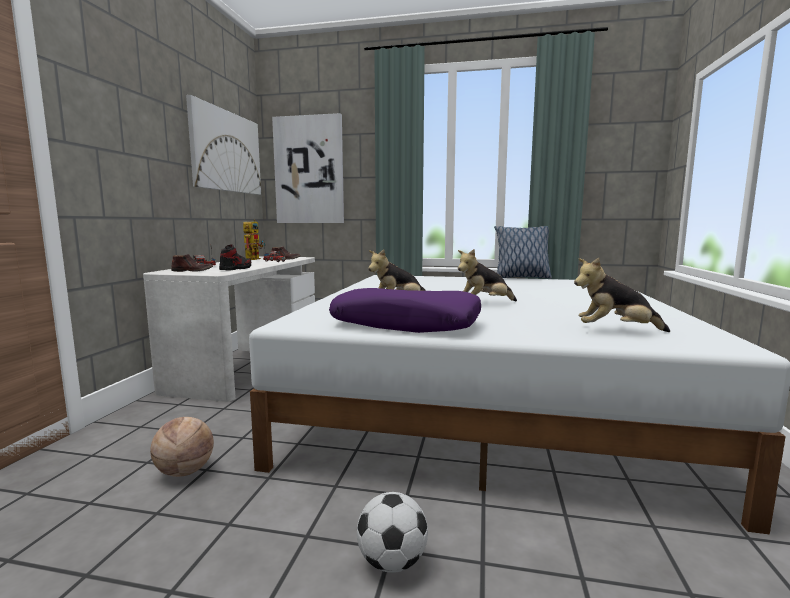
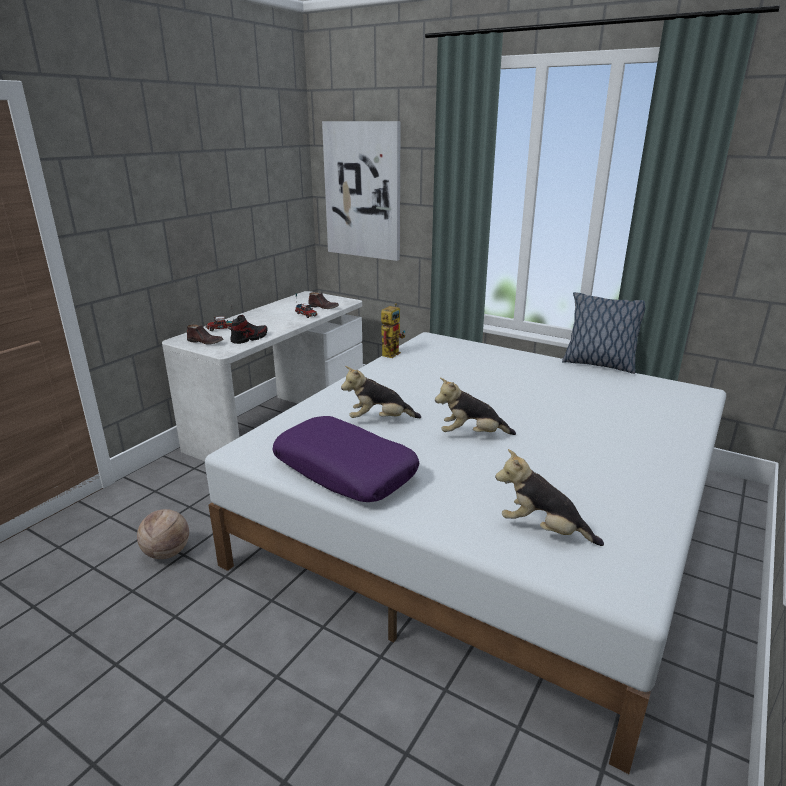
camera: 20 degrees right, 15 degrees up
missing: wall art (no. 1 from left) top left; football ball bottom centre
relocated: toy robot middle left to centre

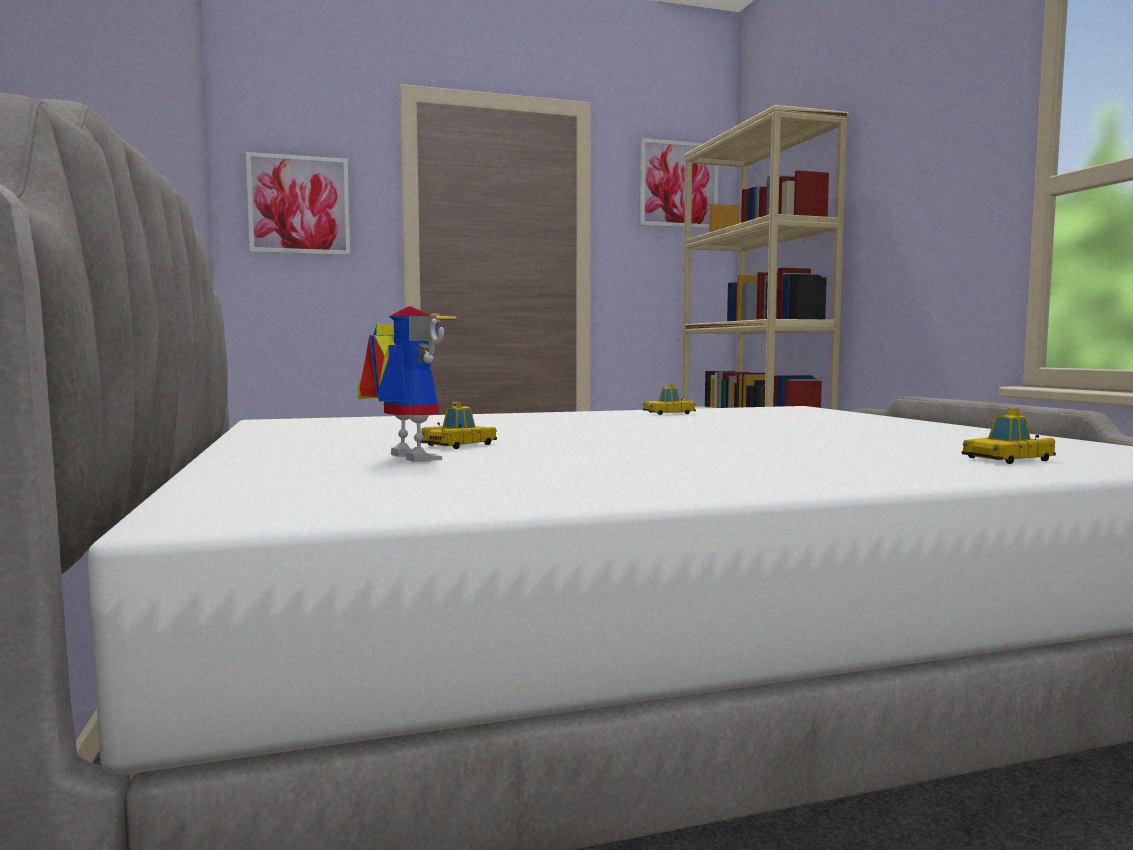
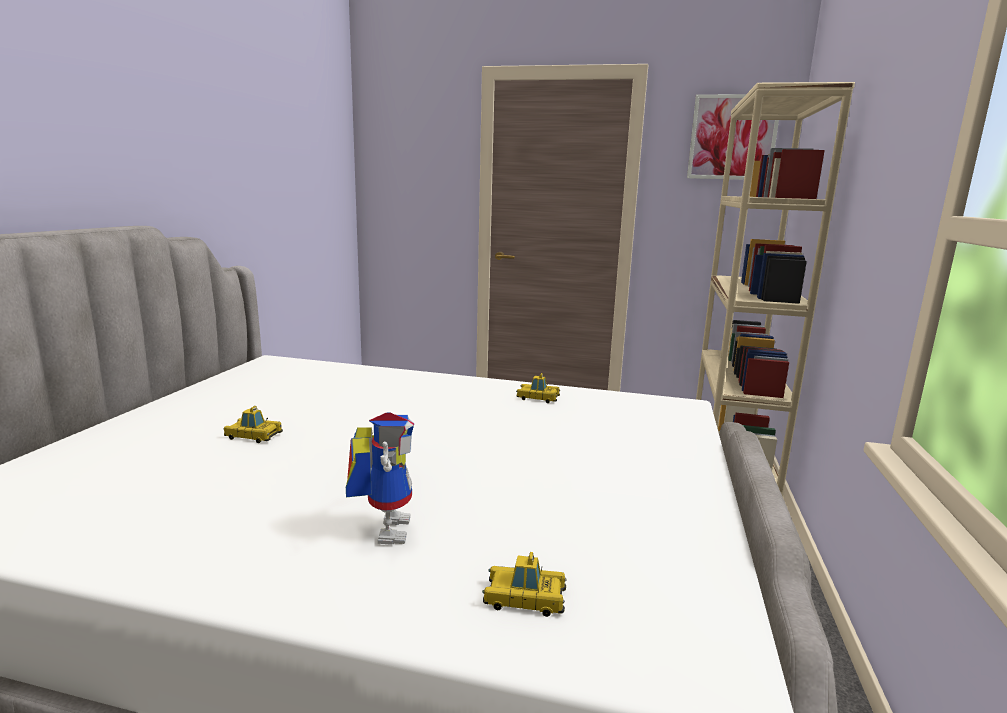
camera: 30 degrees right, 10 degrees up
missing: wall art (no. 1 from left) top left
relocated: toy robot centre to bottom centre
spun: miniature car (no. 1 from left) centre = middle left 150 degrees counterclockwise

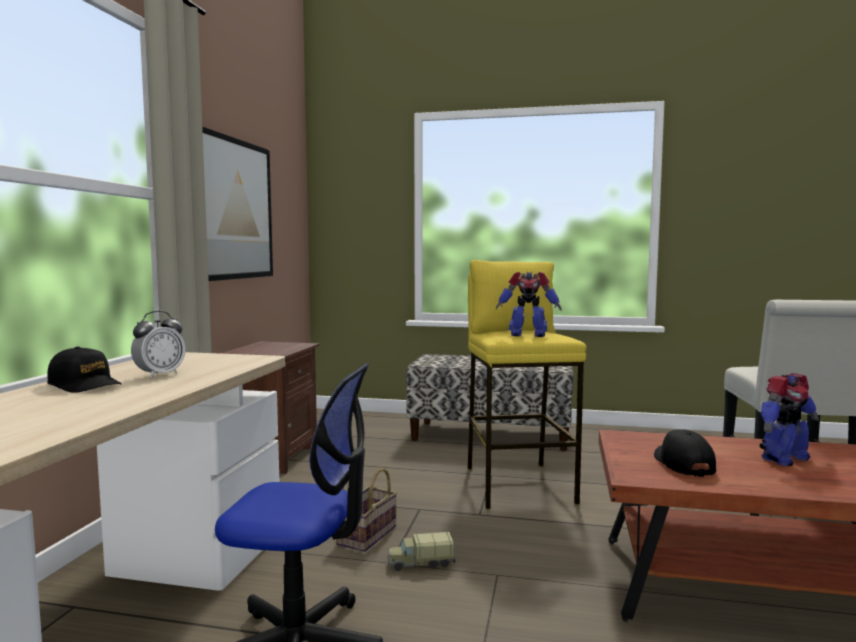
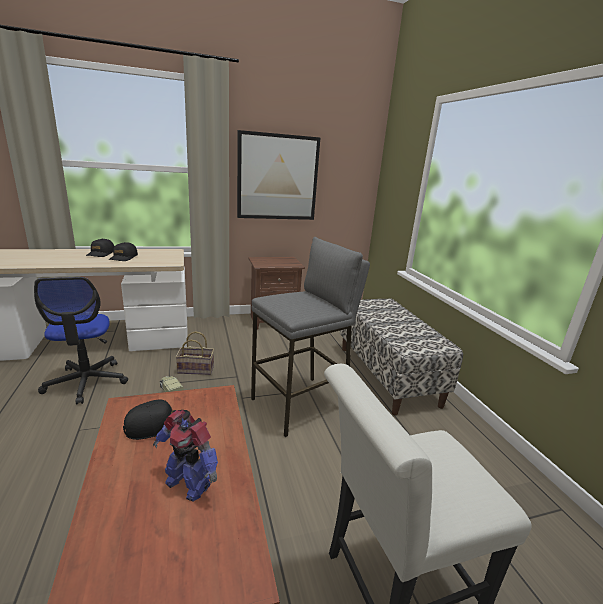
camera: 60 degrees right, 15 degrees up
missing: toy robot (no. 1 from left) centre
exchanged: alarm clock middle left to cap (blackish) (no. 2 from left) middle left
colour: sitting stool (yellow-coloured) centre to sitting stool (grey) centre

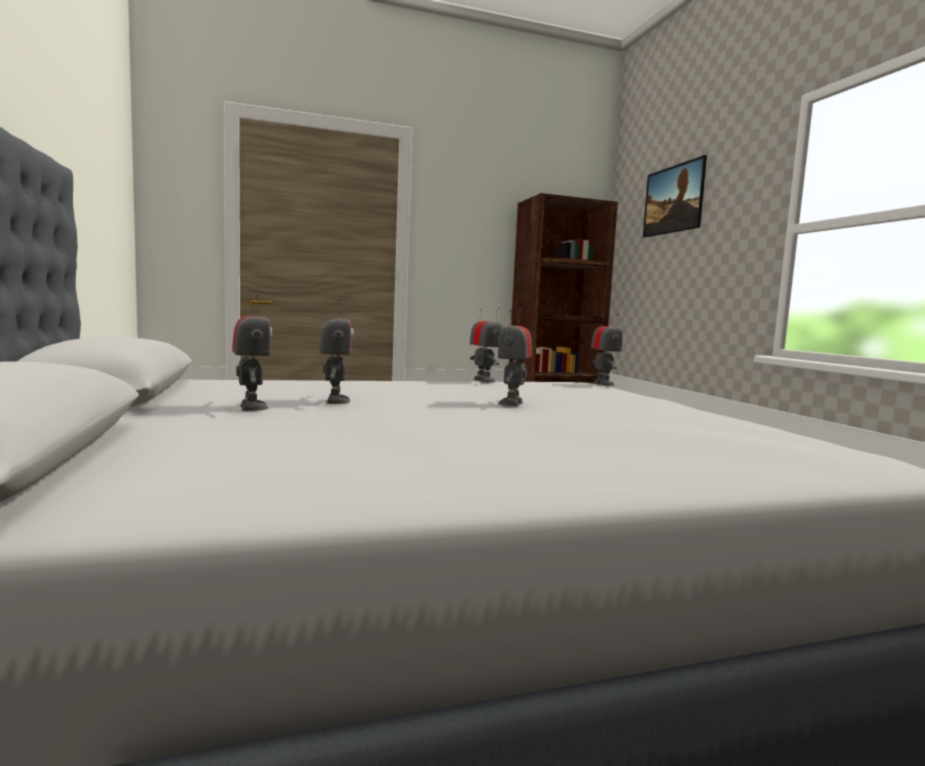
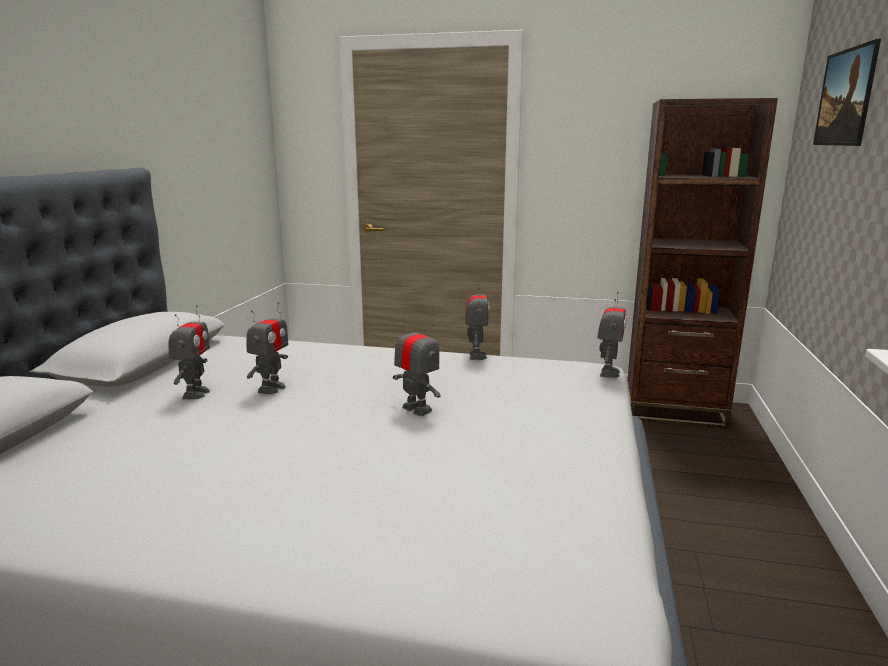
camera: 30 degrees right, 10 degrees up
spun: toy robot (no. 4 from left in the first image) centre = centre 90 degrees clockwise

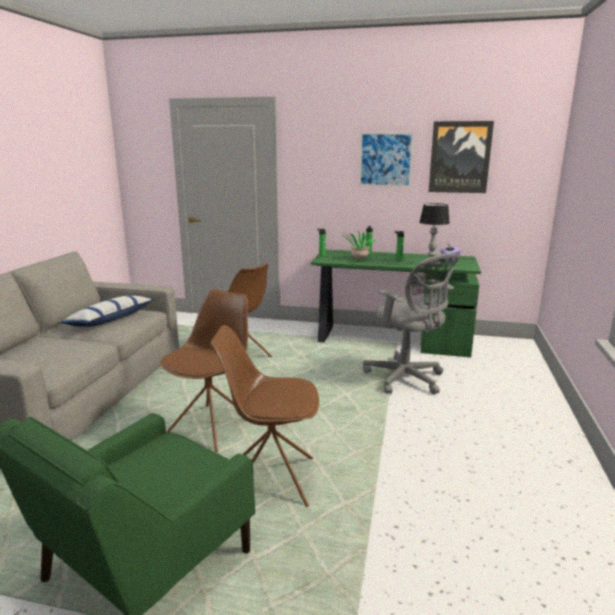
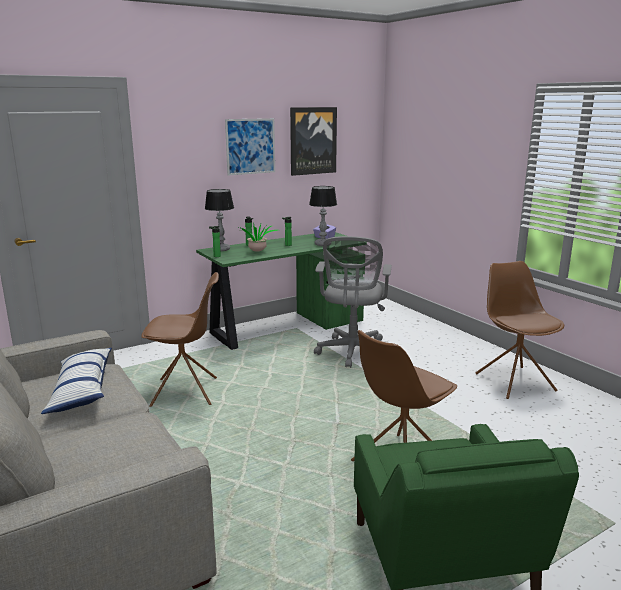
camera: 45 degrees left, 0 degrees up
appeared: lamp for a table (no. 1 from left) centre
relocated: plain chair (brown-coloured) (no. 1 from left in the first image) middle left to plain chair (brown-coloured) (no. 3 from left) middle right
spun: computer chair (grey) middle right = centre 90 degrees clockwise

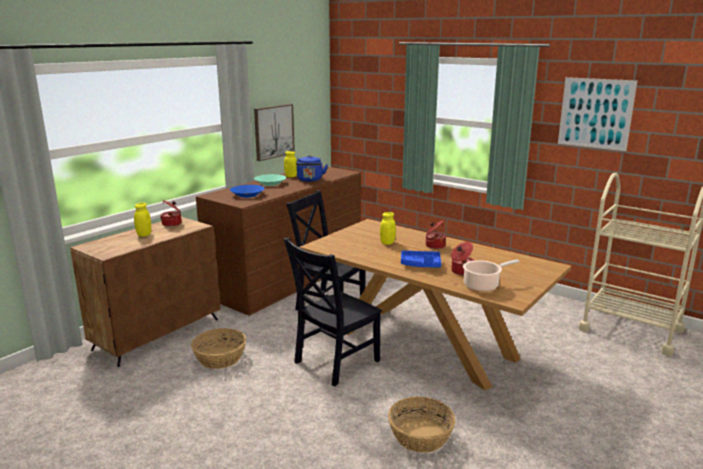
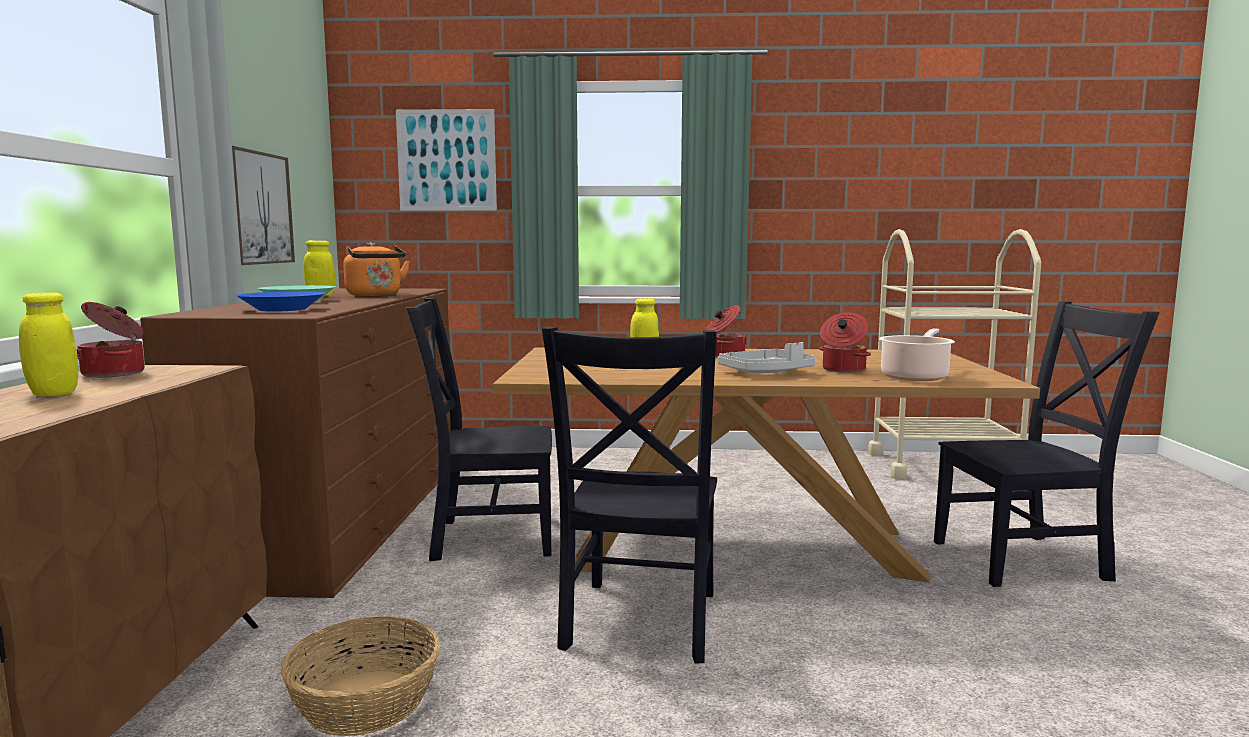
camera: 35 degrees left, 10 degrees down
missing: storage basket (no. 2 from left) bottom centre
appeared: plain chair (blackish) (no. 3 from left) middle right
relocated: wall art (no. 2 from left) top right to top centre
colour: kettle (blue) centre to kettle (orange) middle left; carrying tray (blue) centre to carrying tray (grey) centre

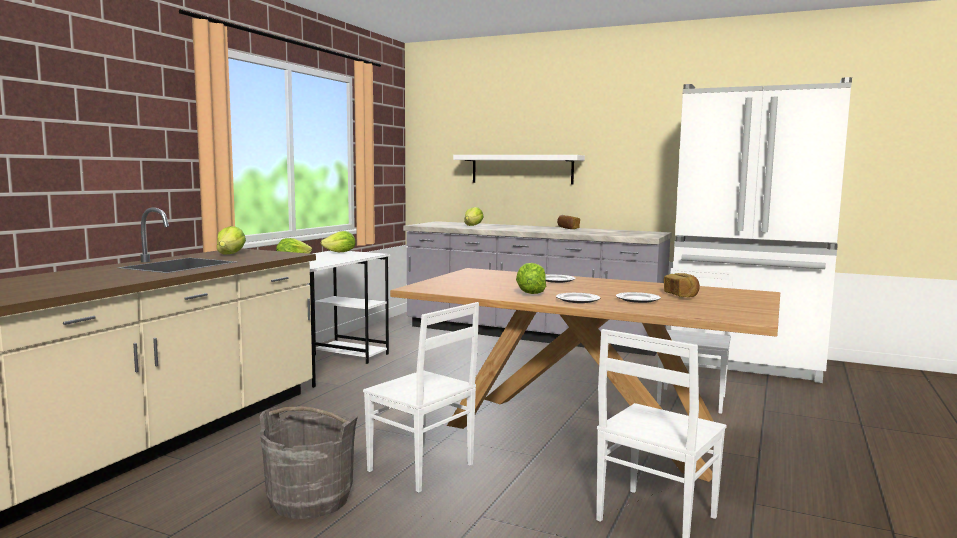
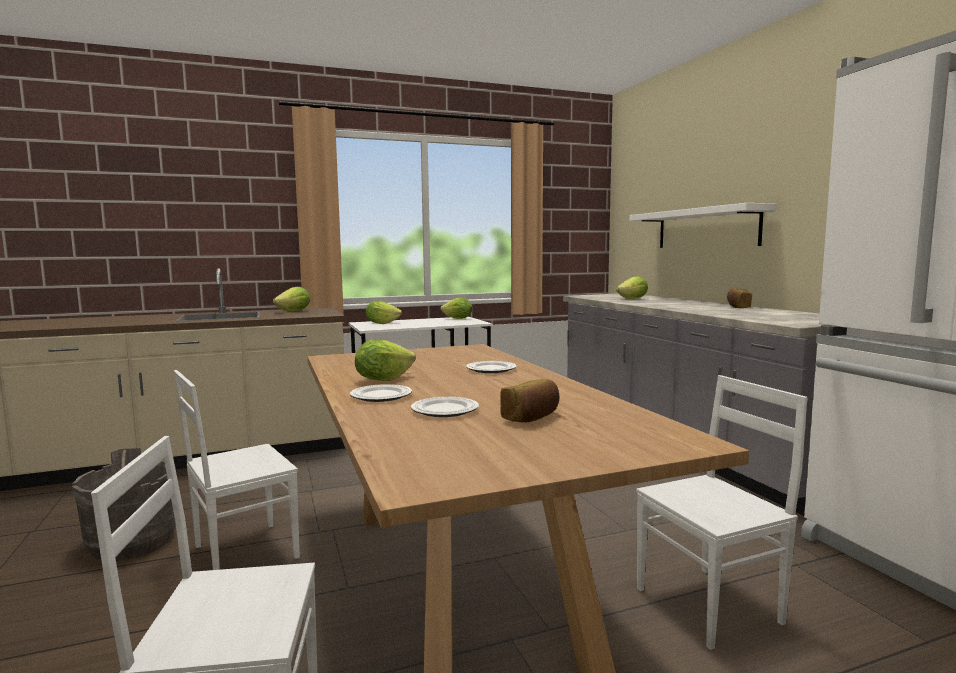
camera: 45 degrees right, 0 degrees up
spun: plain chair (whitish) (no. 1 from left in the first image) bottom centre = bottom left 60 degrees clockwise

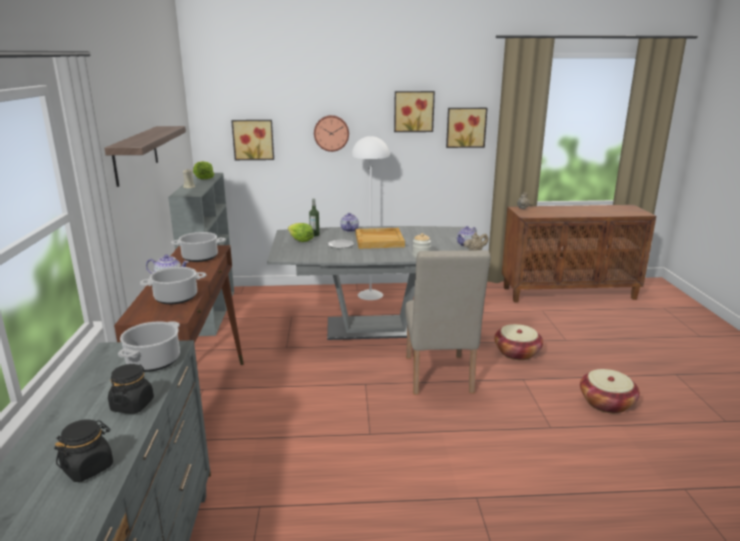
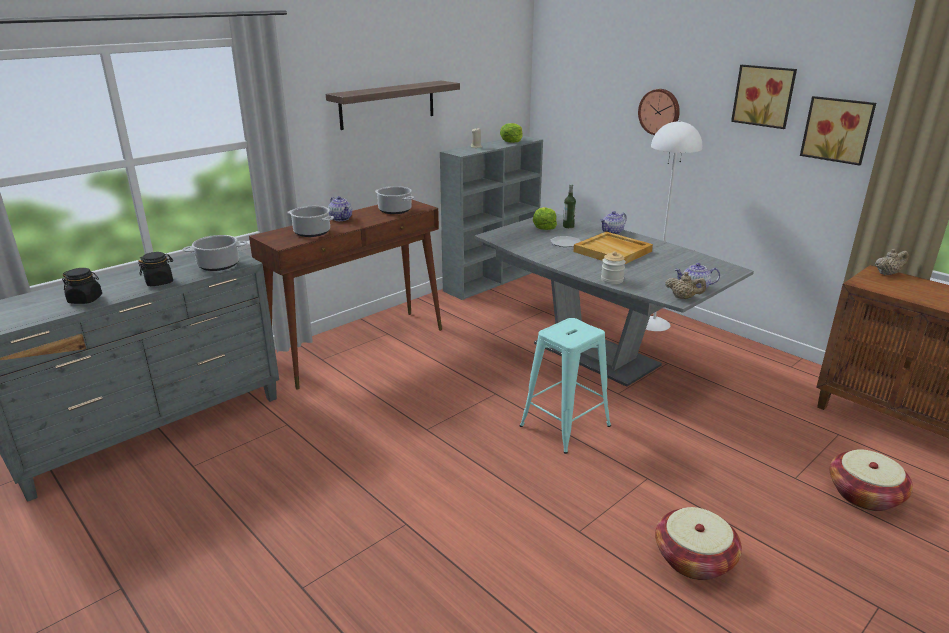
camera: 50 degrees right, 5 degrees up
missing: wall art (no. 1 from left) top centre
relocated: storage basket (no. 1 from left in the first image) middle right to storage basket (no. 2 from left) bottom right
exchanged: plain chair (beige) centre to sitting stool (blue-green) centre

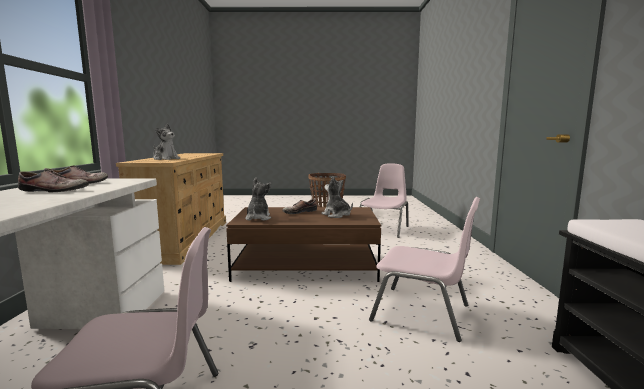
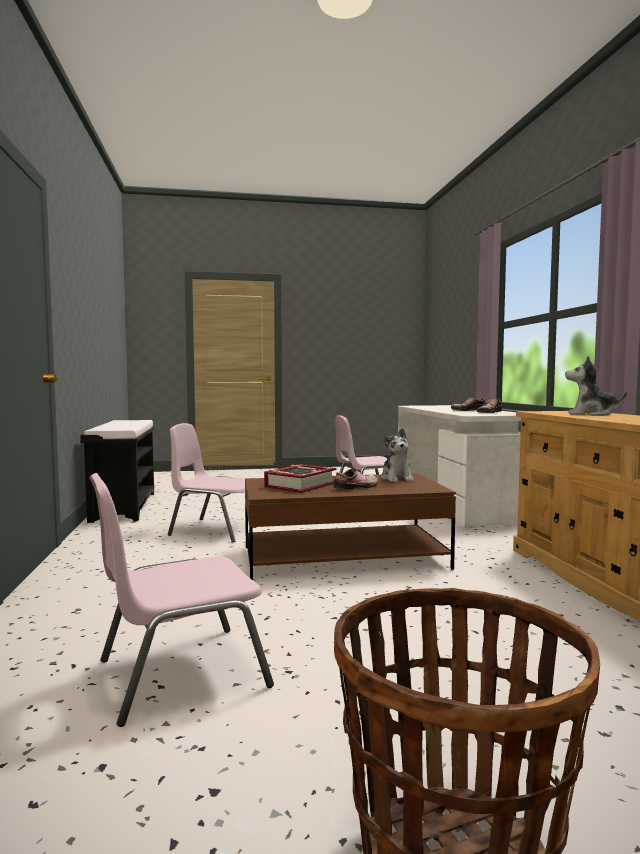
camera: 170 degrees right, 5 degrees down
exchanged: plush toy (no. 3 from left) centre to bound book centre
spun: plain chair (pinkish) (no. 2 from left in the first image) centre = bottom left 45 degrees clockwise

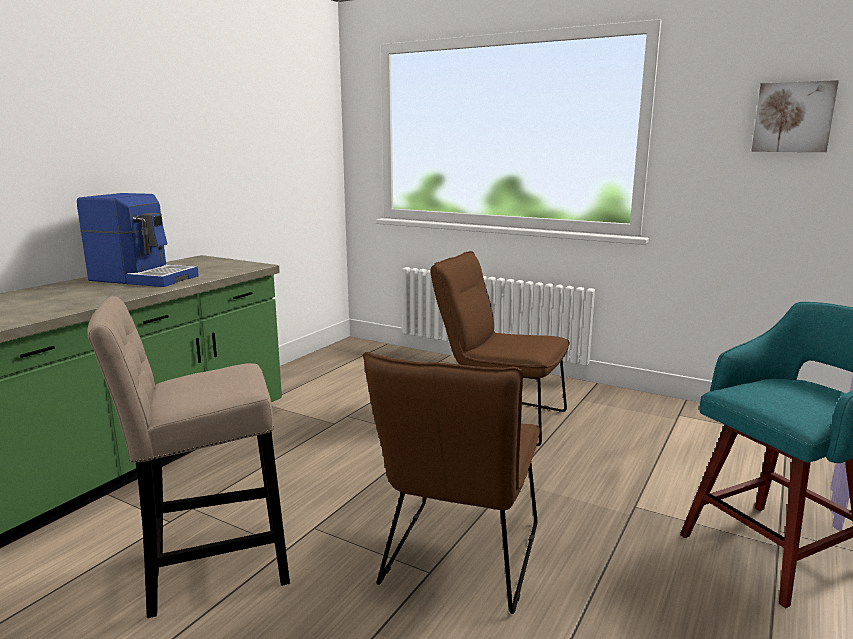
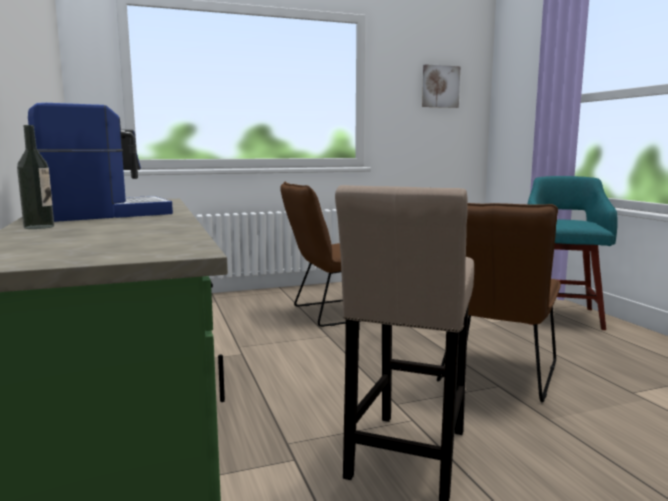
camera: 50 degrees left, 5 degrees down
appeared: drink bottle middle left
spun: plain chair (brown-coloured) (no. 1 from left in the first image) bottom centre = middle right 60 degrees clockwise

